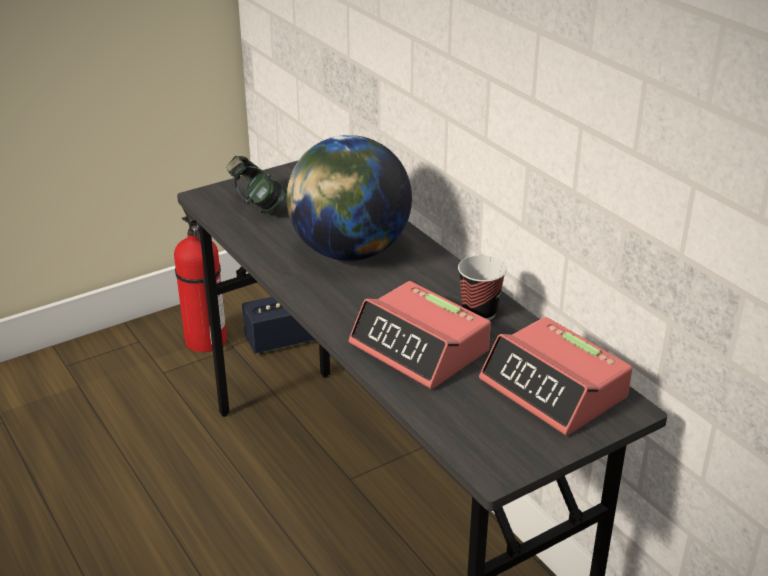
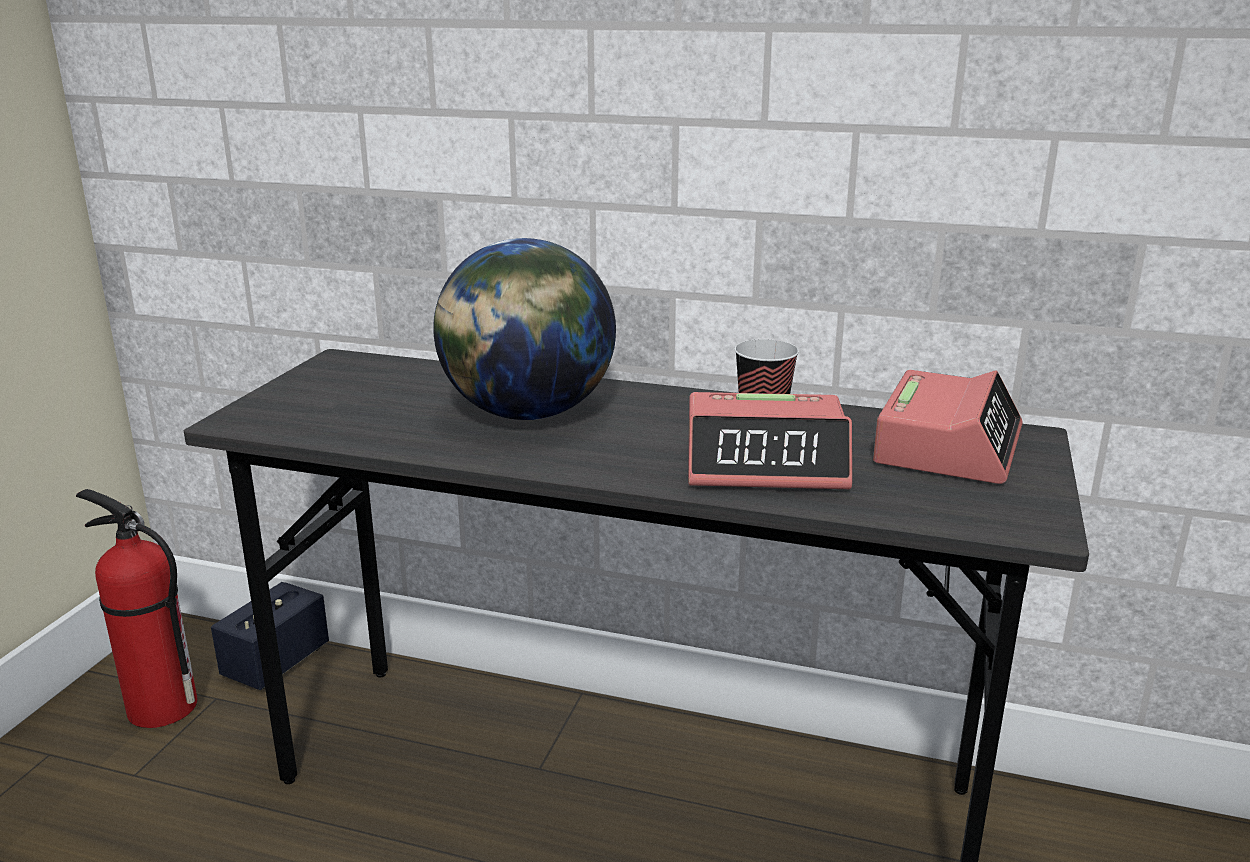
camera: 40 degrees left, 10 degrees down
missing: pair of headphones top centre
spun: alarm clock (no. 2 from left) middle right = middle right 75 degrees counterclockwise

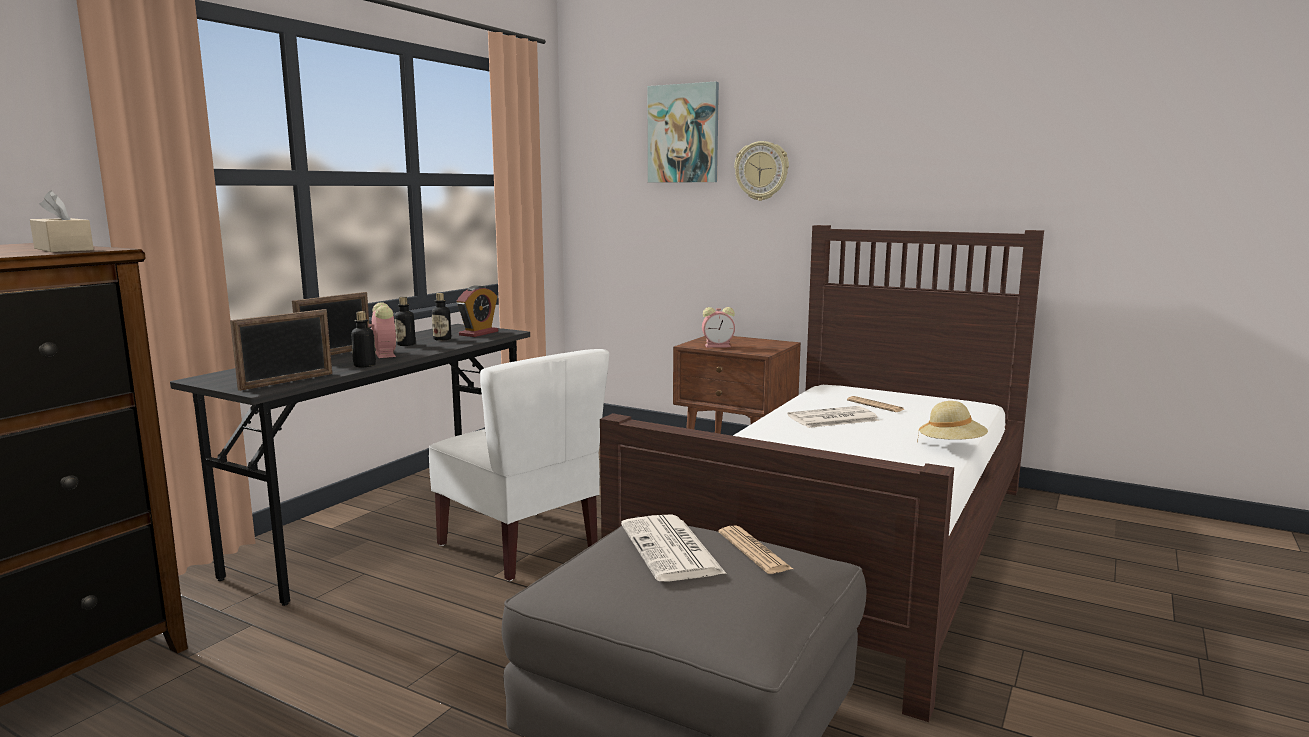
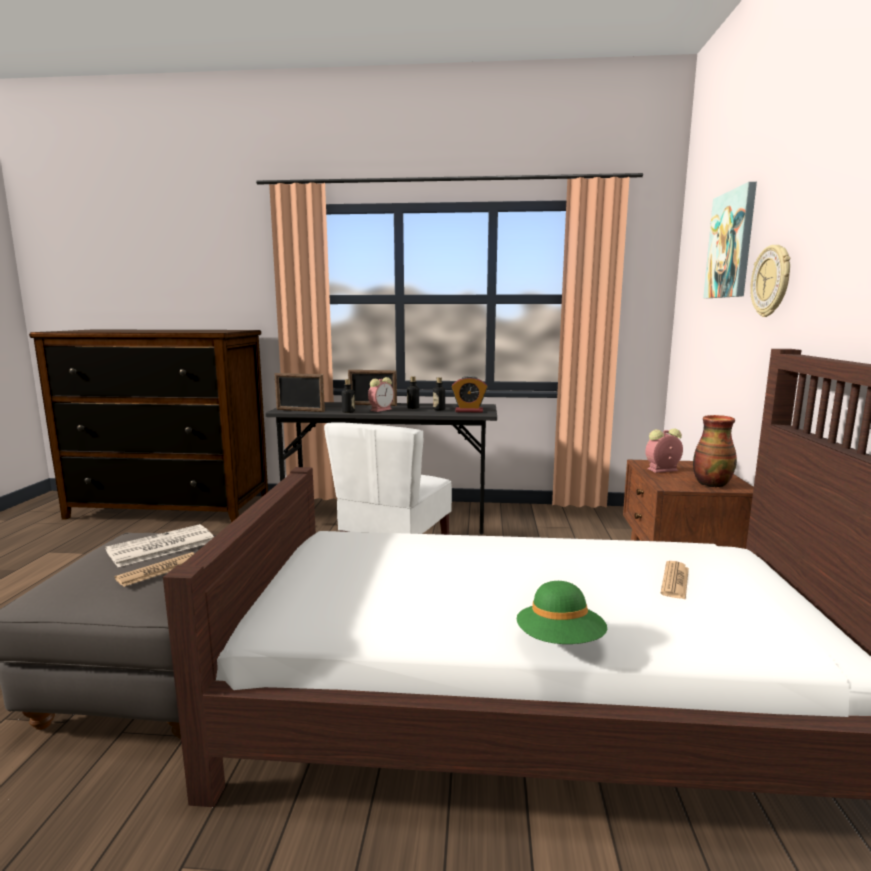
camera: 65 degrees right, 0 degrees up
missing: box of tissues (beige) top left; newspaper (no. 3 from left) centre
appeared: vase middle right
colour: hat (beige) middle right to hat (greenish) bottom centre
spun: alarm clock (no. 3 from left) centre = middle right 105 degrees clockwise

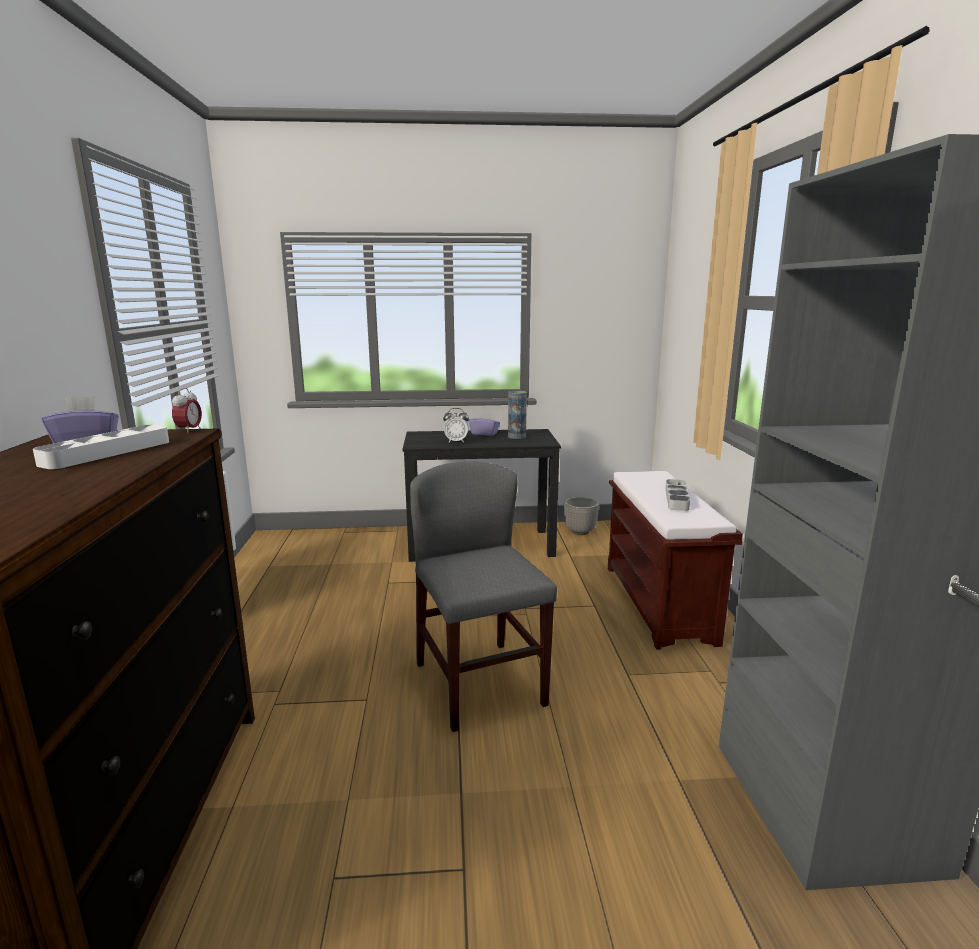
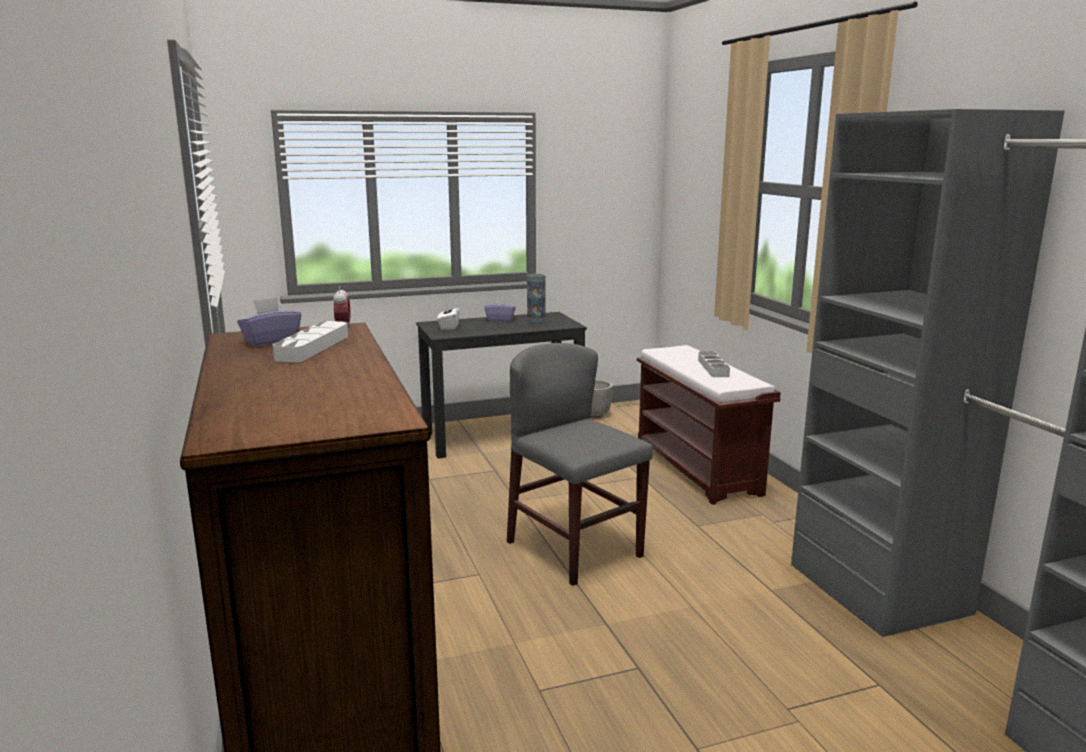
camera: 15 degrees left, 0 degrees up
missing: alarm clock (no. 2 from left) centre
appeared: box of tissues (whitish) centre

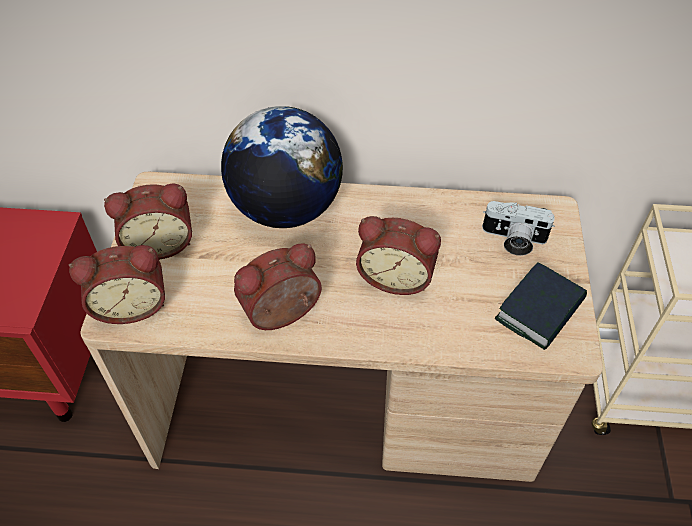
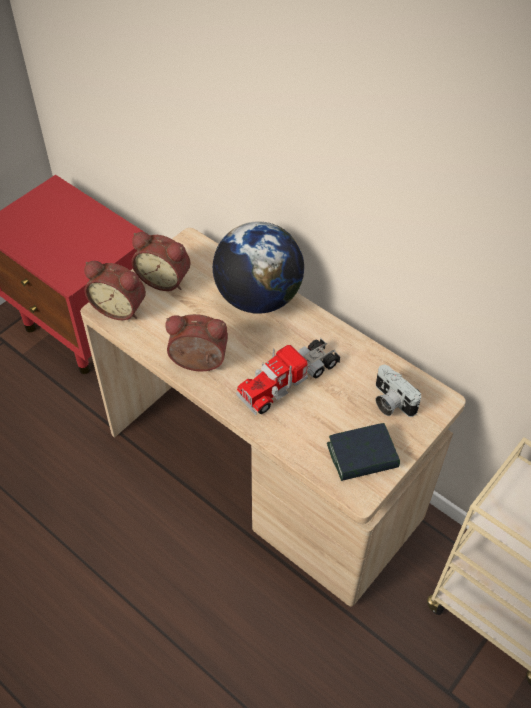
camera: 35 degrees right, 0 degrees up
exchanged: alarm clock (no. 4 from left) centre to toy lorry centre

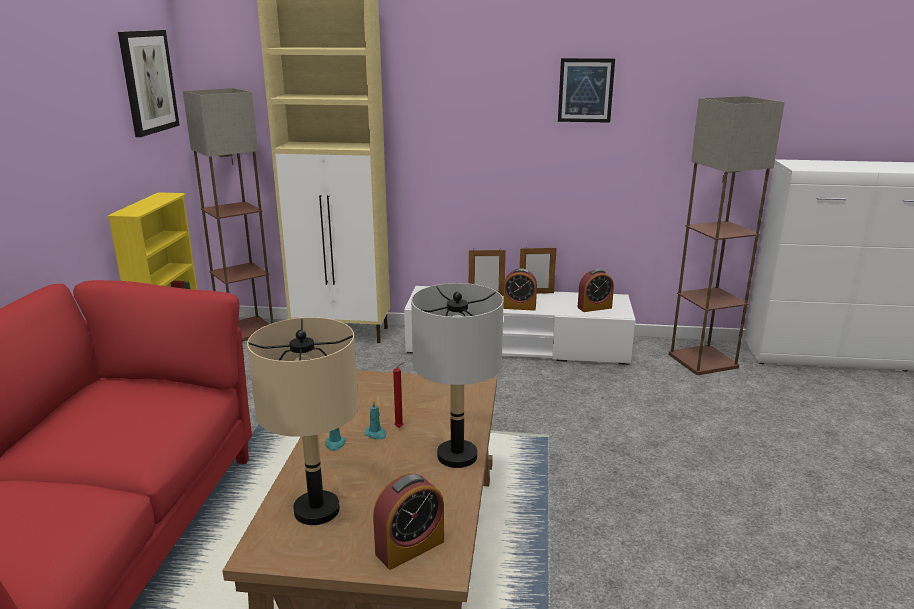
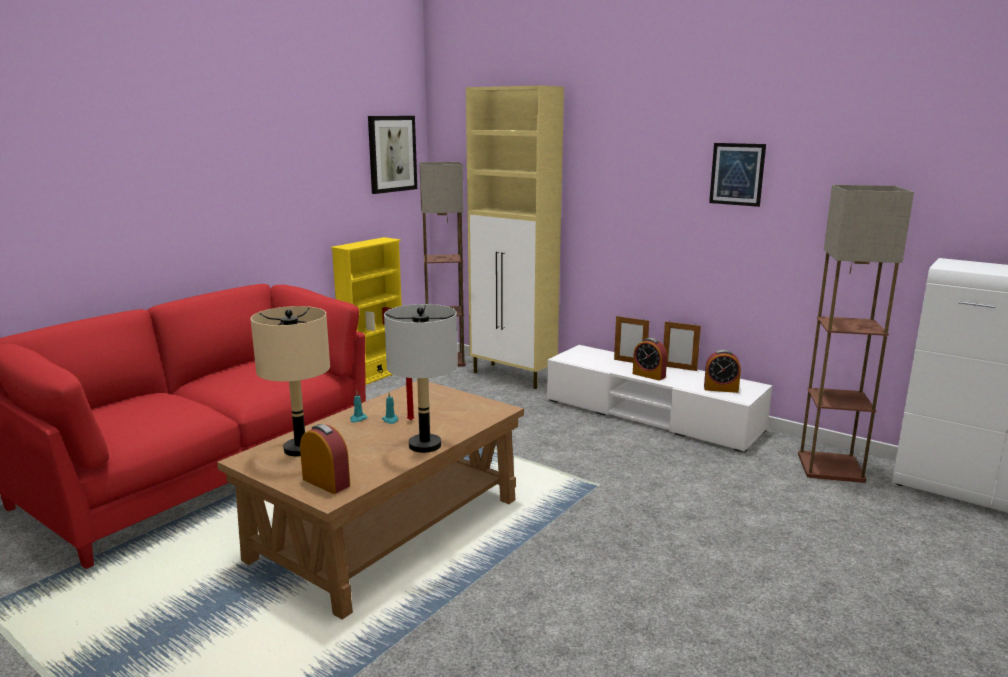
camera: 30 degrees right, 5 degrees down
spun: alarm clock (no. 1 from left) bottom centre = bottom left 135 degrees counterclockwise

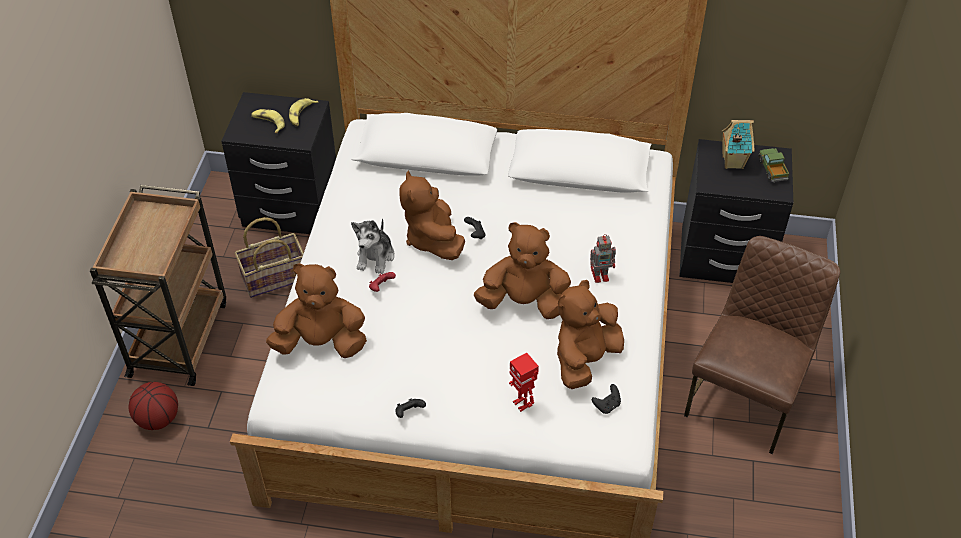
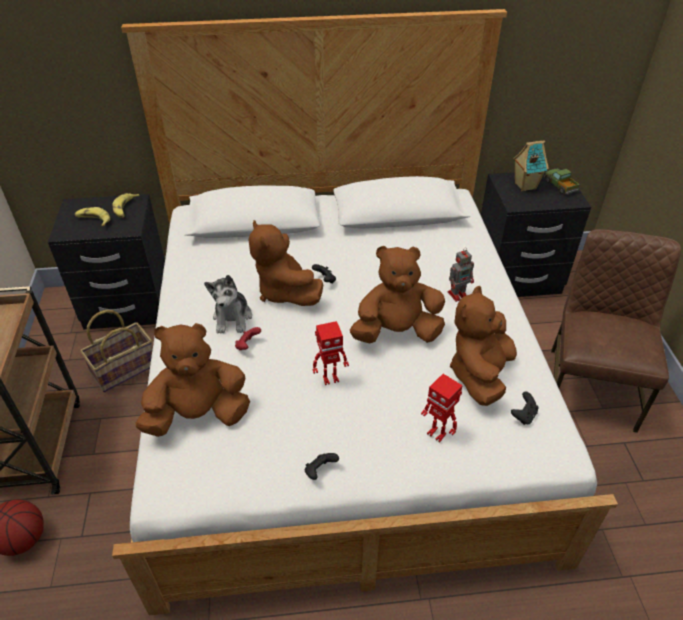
camera: 15 degrees left, 5 degrees down
appeared: toy robot (no. 1 from left) centre

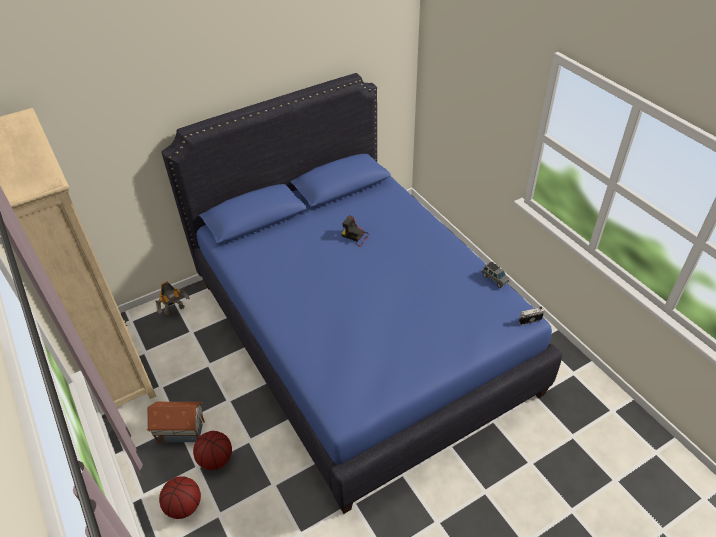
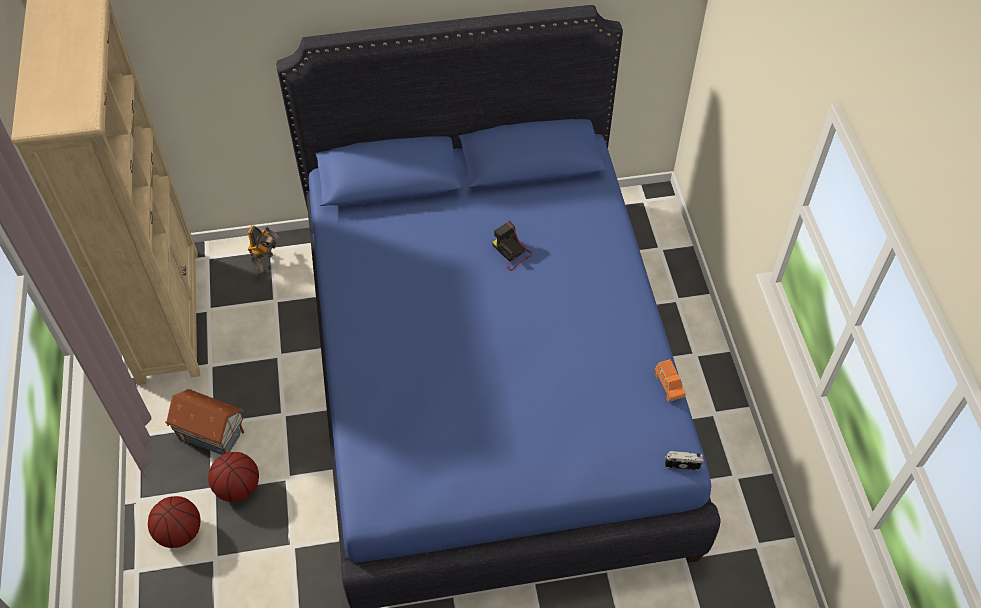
camera: 20 degrees right, 10 degrees up
colour: miniature car (grey) middle right to miniature car (orange) middle right
spun: toy robot middle left = middle left 60 degrees counterclockwise

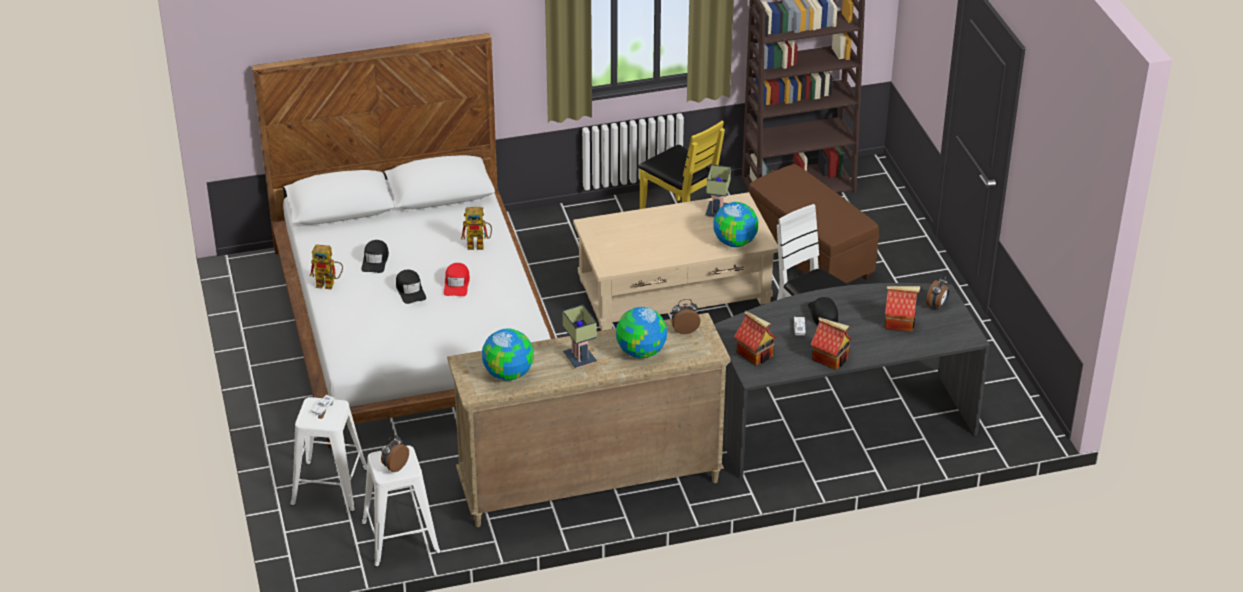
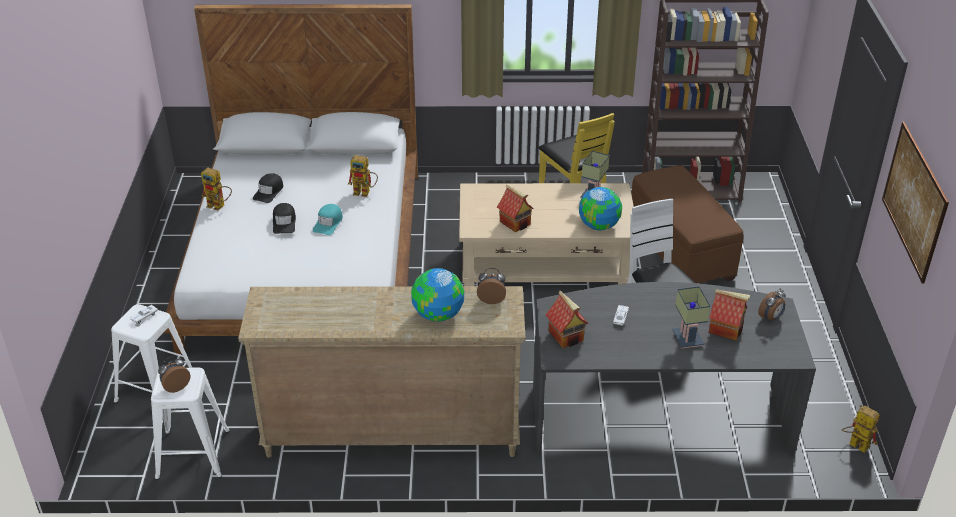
camera: 15 degrees right, 0 degrees up
missing: globe (no. 1 from left) centre; cap (blackish) (no. 3 from left) centre
appeared: toy robot (no. 3 from left) bottom right; wall art middle right
relocated: lamp for a table (no. 1 from left in the first image) centre to lamp for a table (no. 2 from left) middle right; miniature house (no. 2 from left in the first image) middle right to miniature house (no. 1 from left) centre
colour: cap (red-coloured) centre to cap (blue-green) centre

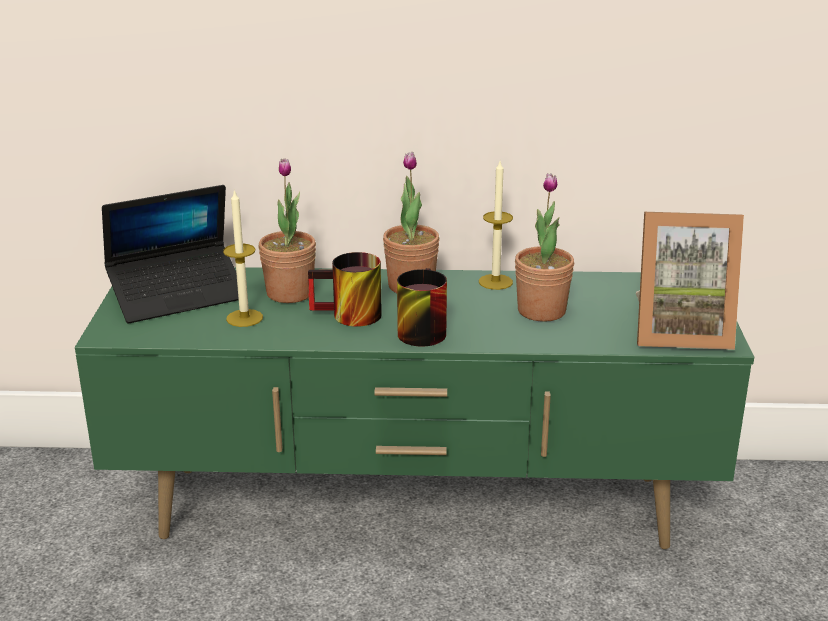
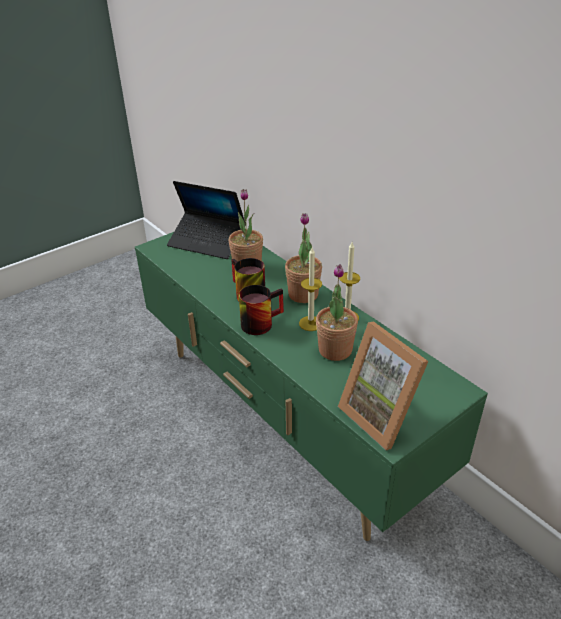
camera: 50 degrees right, 10 degrees up
relocated: candle (no. 1 from left) middle left to centre

